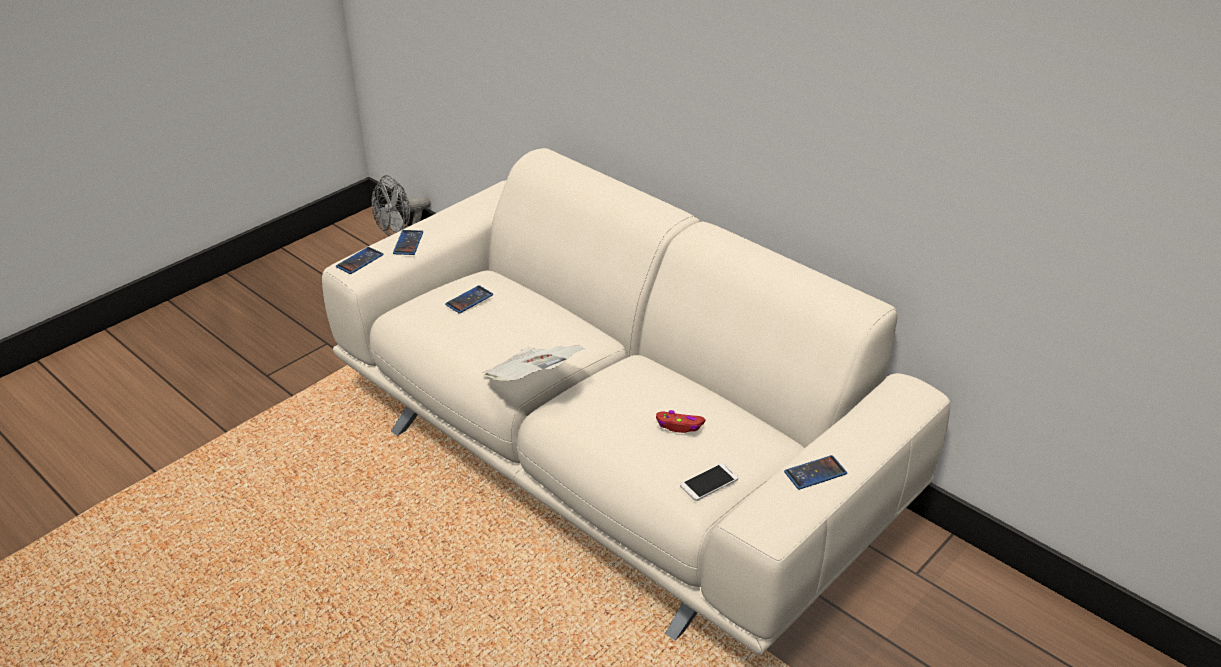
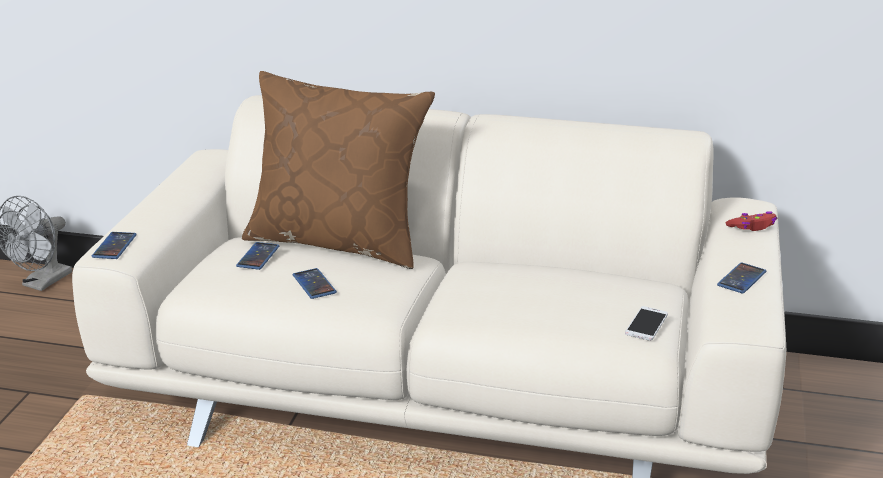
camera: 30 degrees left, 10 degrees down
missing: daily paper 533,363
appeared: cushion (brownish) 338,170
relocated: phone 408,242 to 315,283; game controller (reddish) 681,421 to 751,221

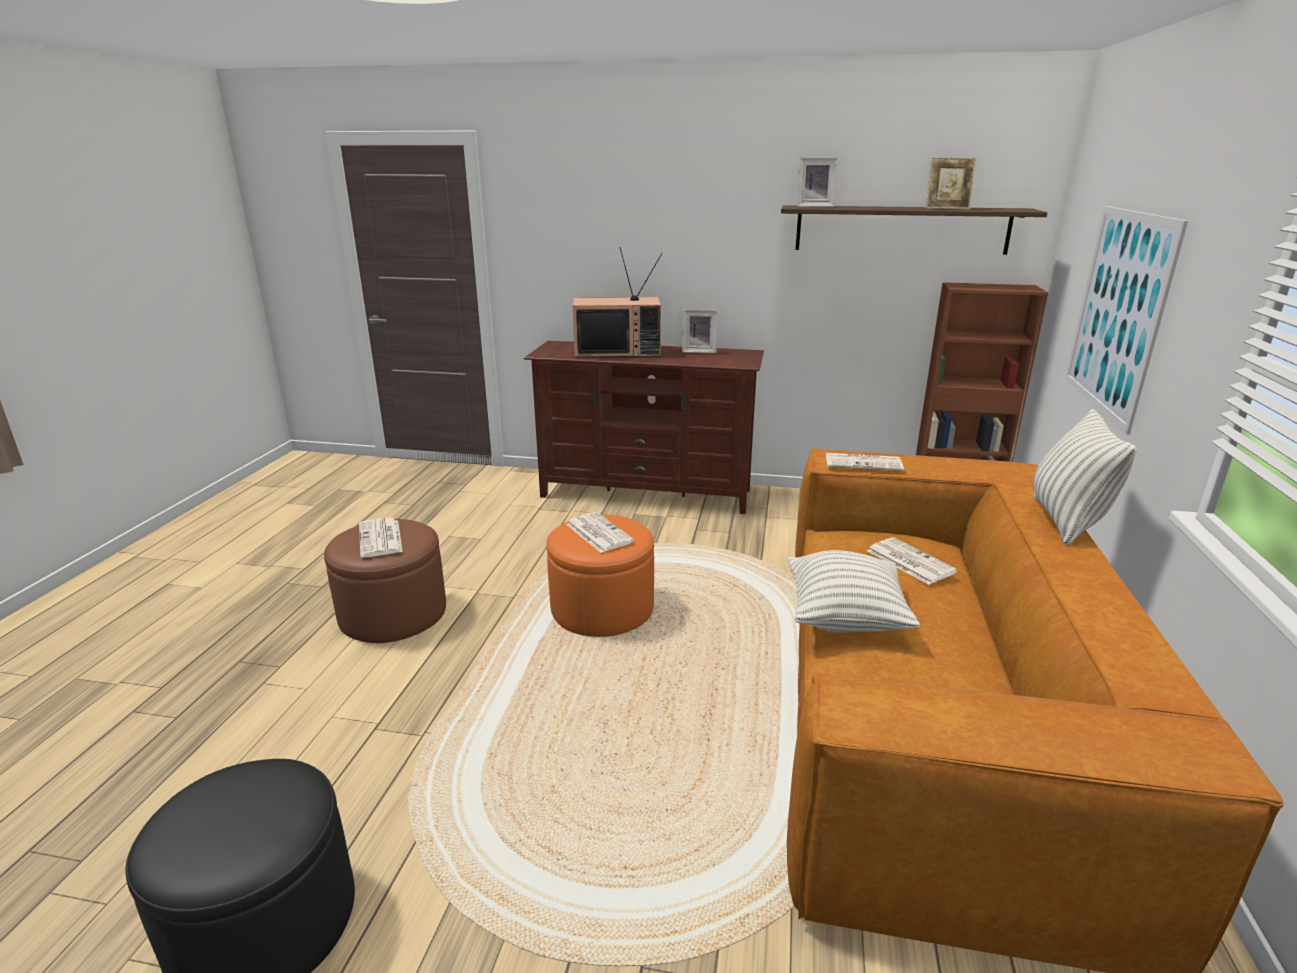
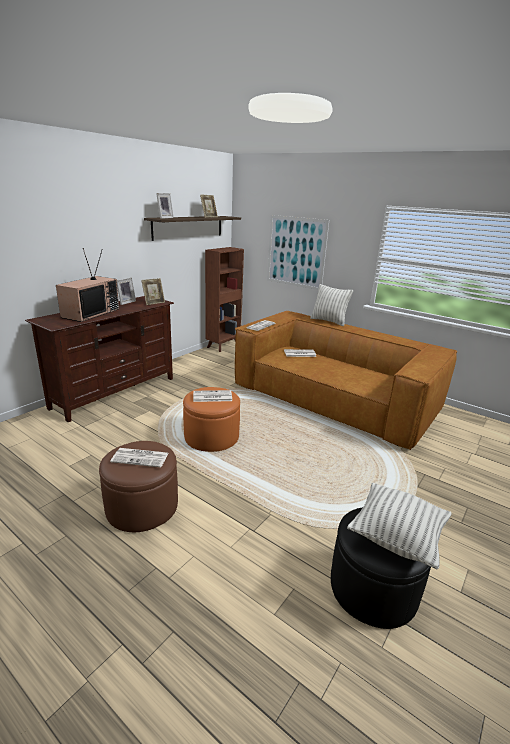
camera: 65 degrees left, 0 degrees up
appeared: photo frame 153,291
relocated: cushion 854,591 to 399,525

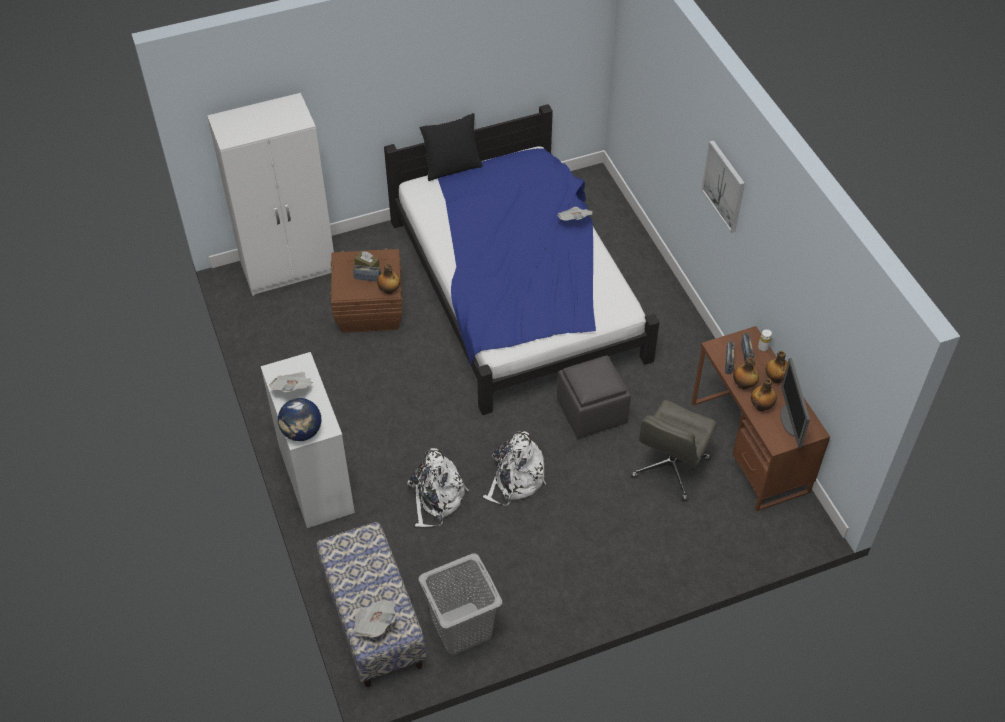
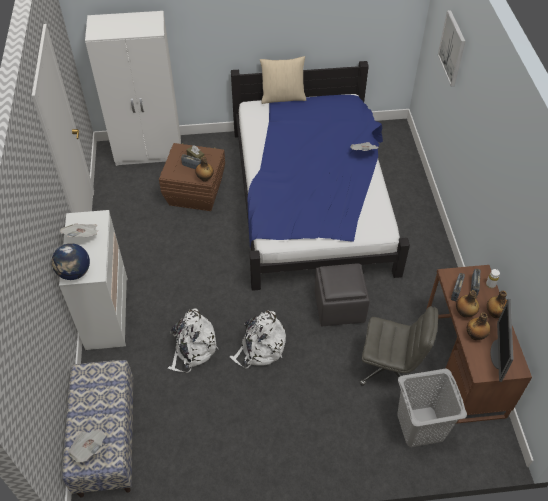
camera: 15 degrees right, 0 degrees up
relocated: washing basket (gray) 460,604 to 432,407; wall art 723,186 to 452,48
colour: cushion (black) 451,147 to cushion (beige) 283,80
spun: computer chair (gray) 674,450 = 399,346 120 degrees counterclockwise

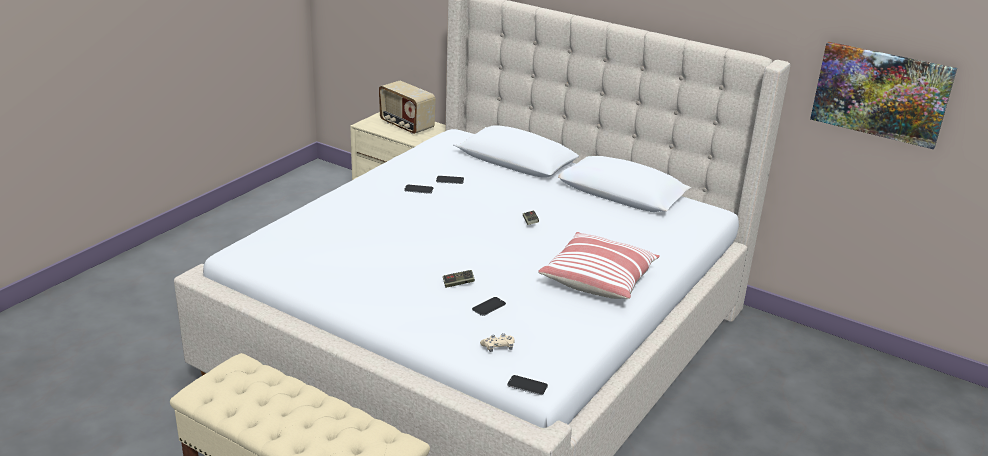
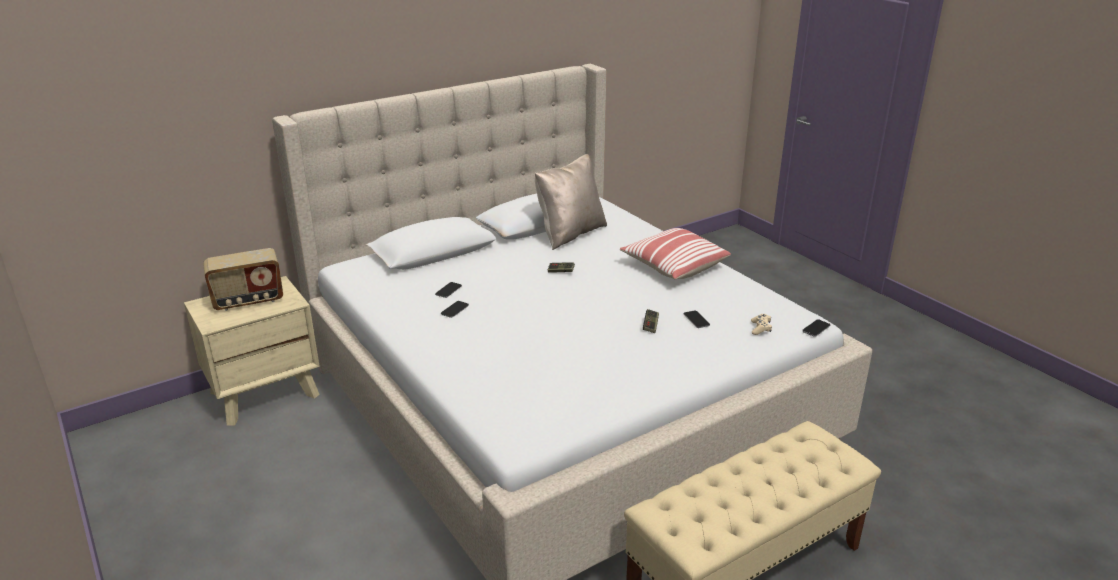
camera: 65 degrees left, 0 degrees up
missing: wall art 883,95
appeared: cushion (beige) 571,202

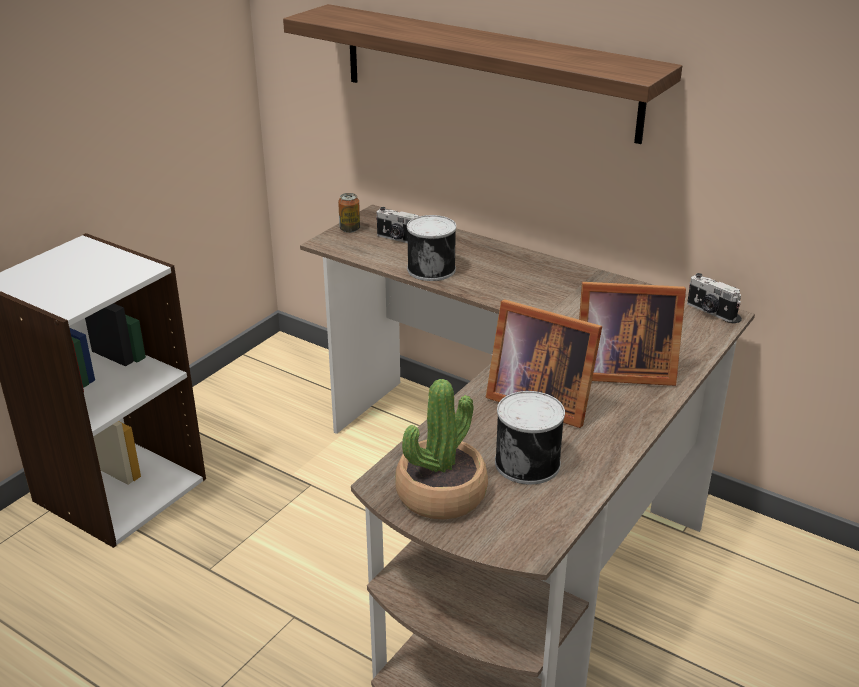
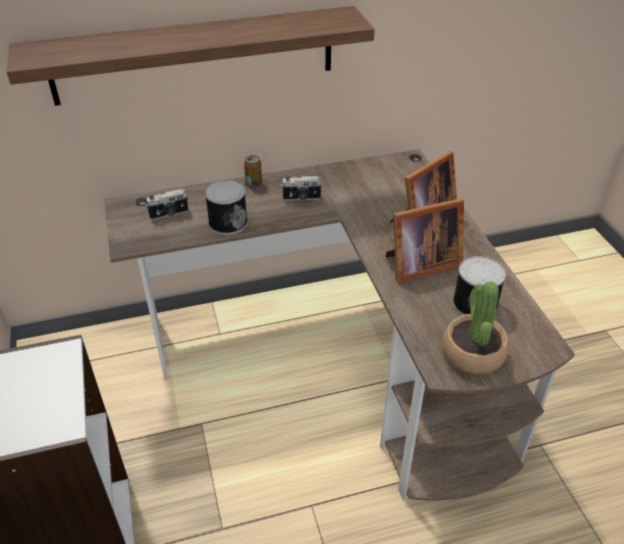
camera: 50 degrees left, 10 degrees up
relocated: sealed can 349,213 to 253,171; still camera 714,297 to 301,188

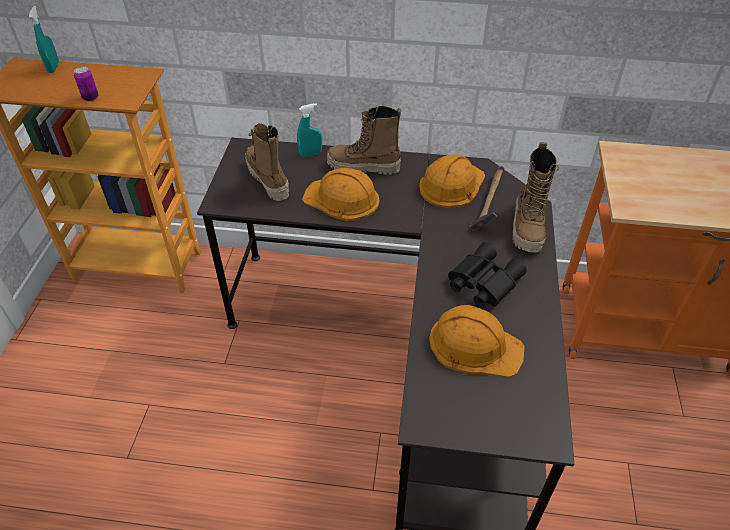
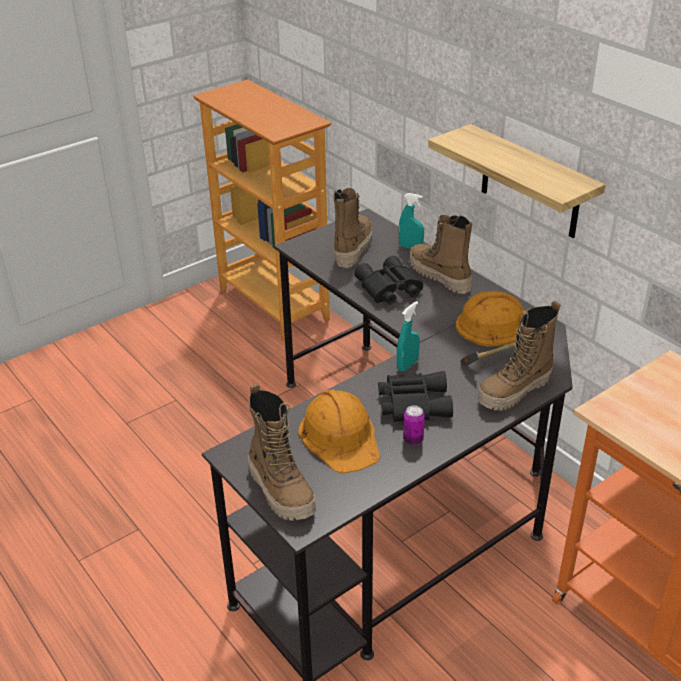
camera: 45 degrees right, 10 degrees down
appeared: tall boot 282,452; wall shelf 517,181
relocated: hand sprayer (turquoise) 44,39 to 408,336; sealed can 86,83 to 414,425
exchanged: safety helmet (orangey) 341,194 to pair of binoculars (black) 388,280

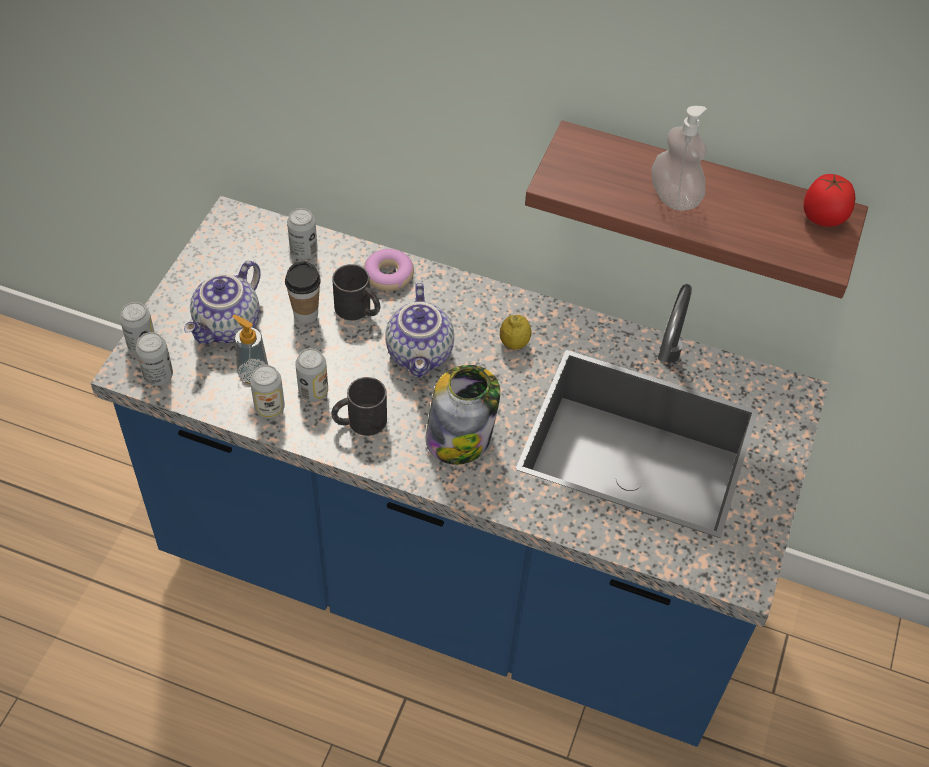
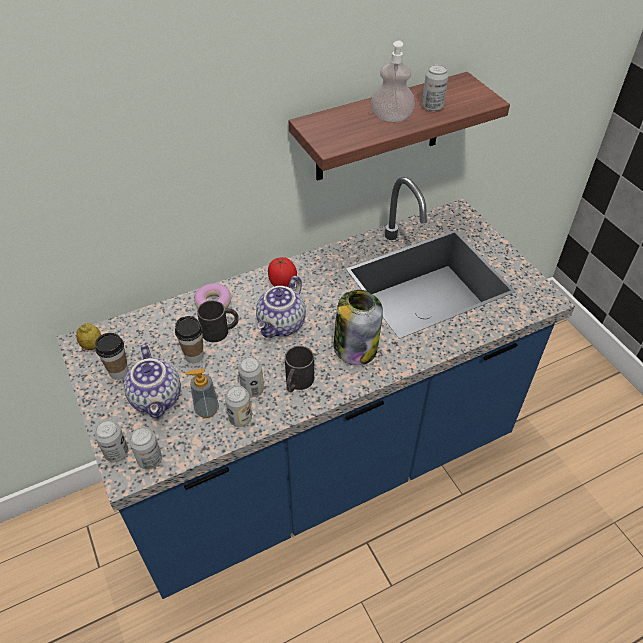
camera: 45 degrees left, 5 degrees down
appeared: drinking cup 112,356
relocated: sealed can 302,234 to 435,88; citrus fruit 516,332 to 88,336; fresh tomato 829,200 to 282,272
spun: teapot 420,330 = 281,307 75 degrees clockwise

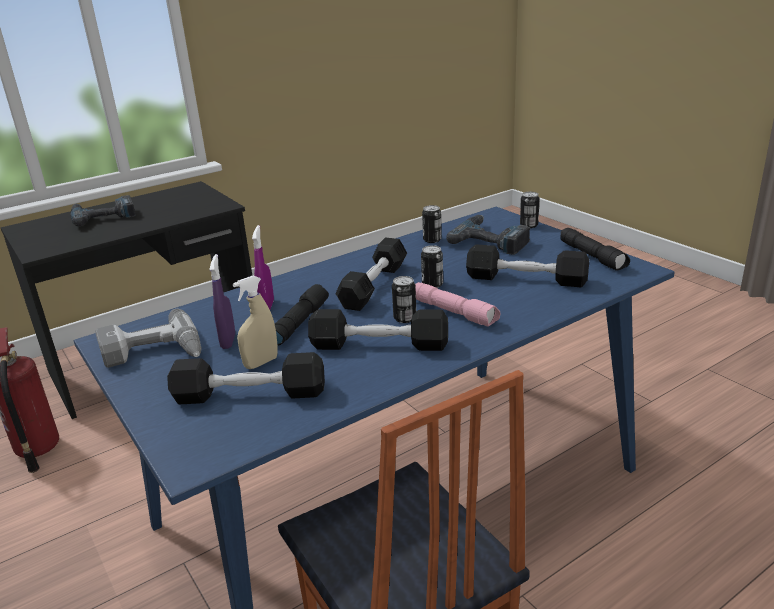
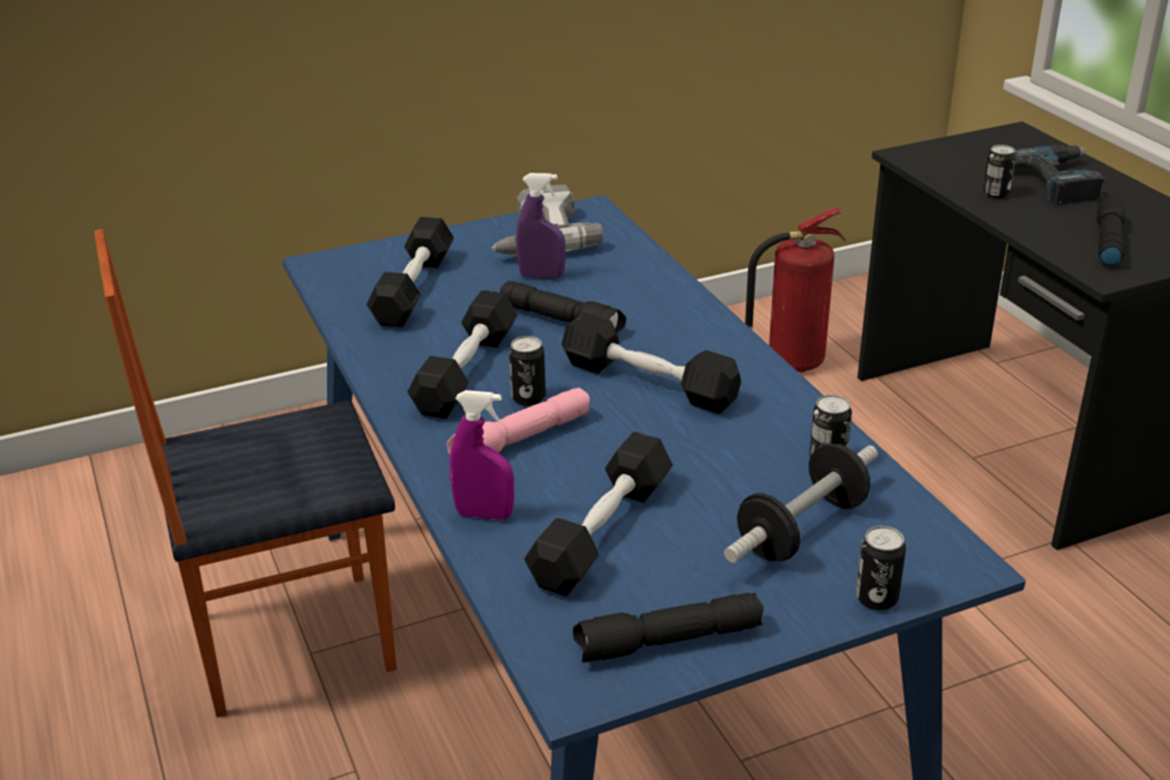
camera: 100 degrees right, 5 degrees up
missing: hand sprayer (beige) 255,322
appeared: flashlight (black) 1111,231
relocated: hand sprayer (purplish) 263,267 to 482,455; sealed can 432,266 to 999,171
exchanged: electric drill 488,235 to hand weight 801,503

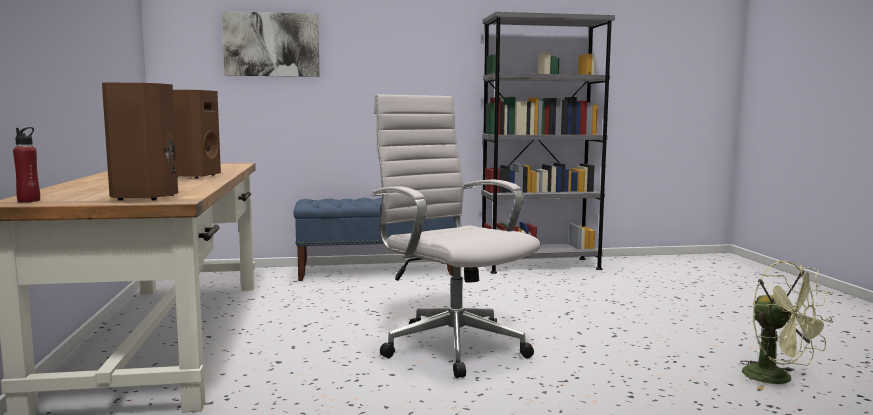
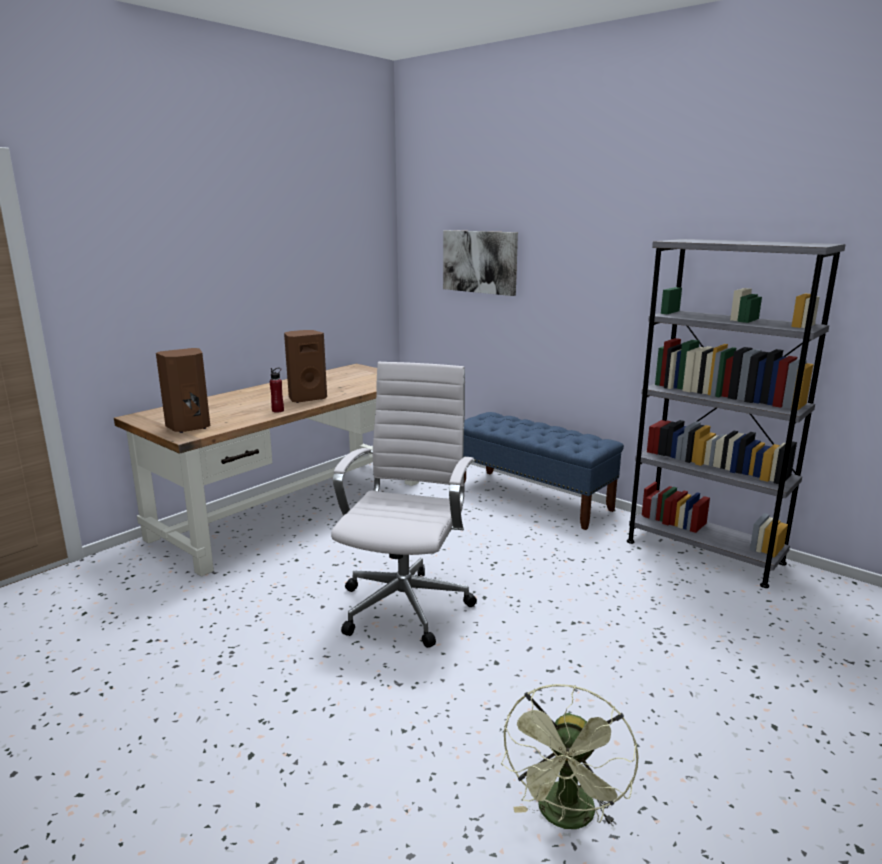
camera: 50 degrees right, 10 degrees up
relocated: beverage bottle (reddish) 26,164 to 277,390

